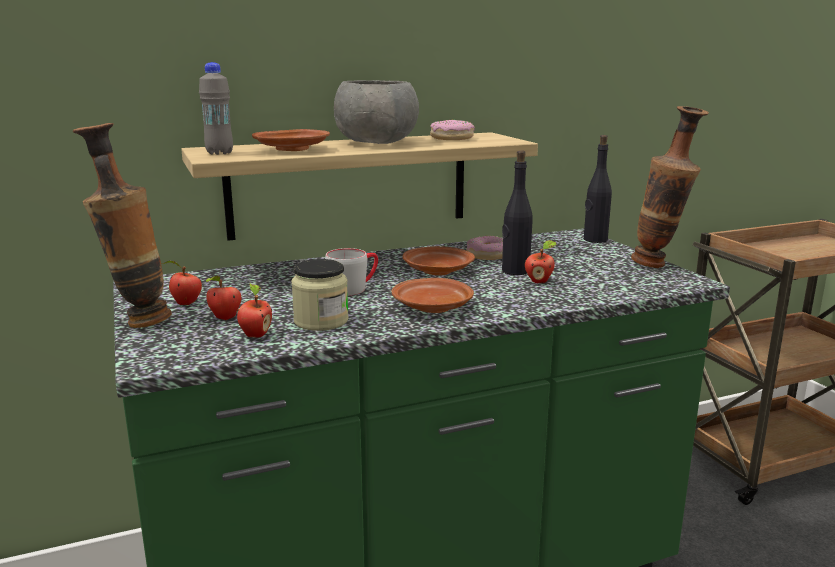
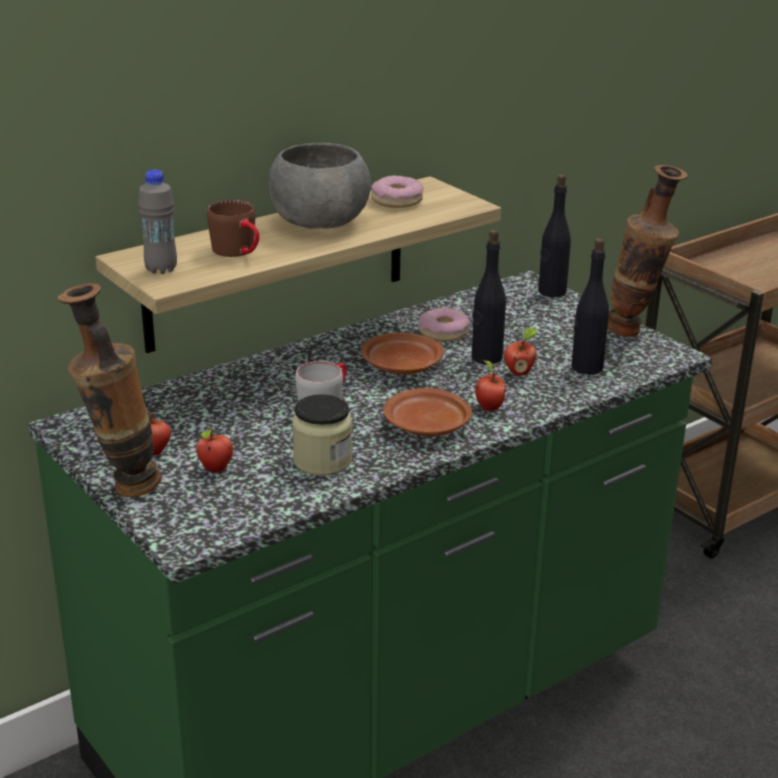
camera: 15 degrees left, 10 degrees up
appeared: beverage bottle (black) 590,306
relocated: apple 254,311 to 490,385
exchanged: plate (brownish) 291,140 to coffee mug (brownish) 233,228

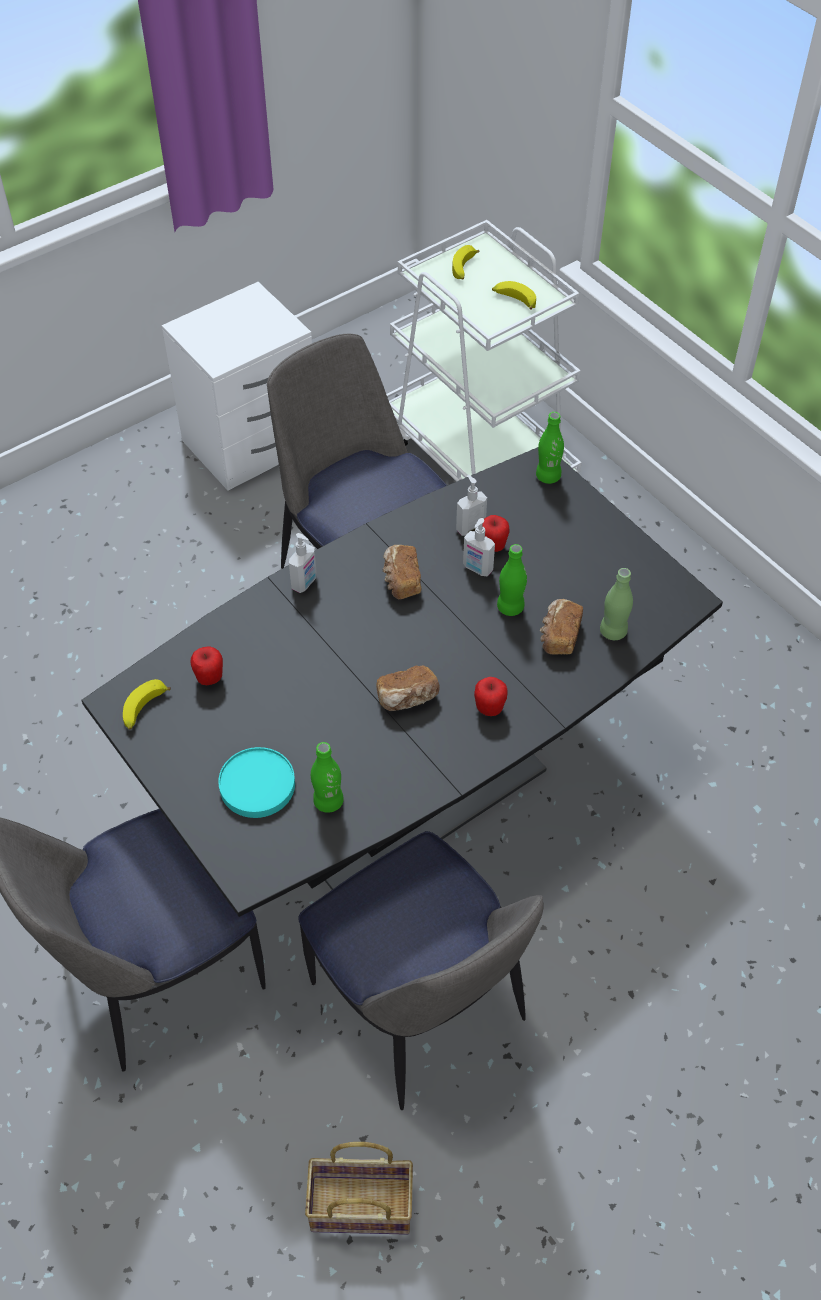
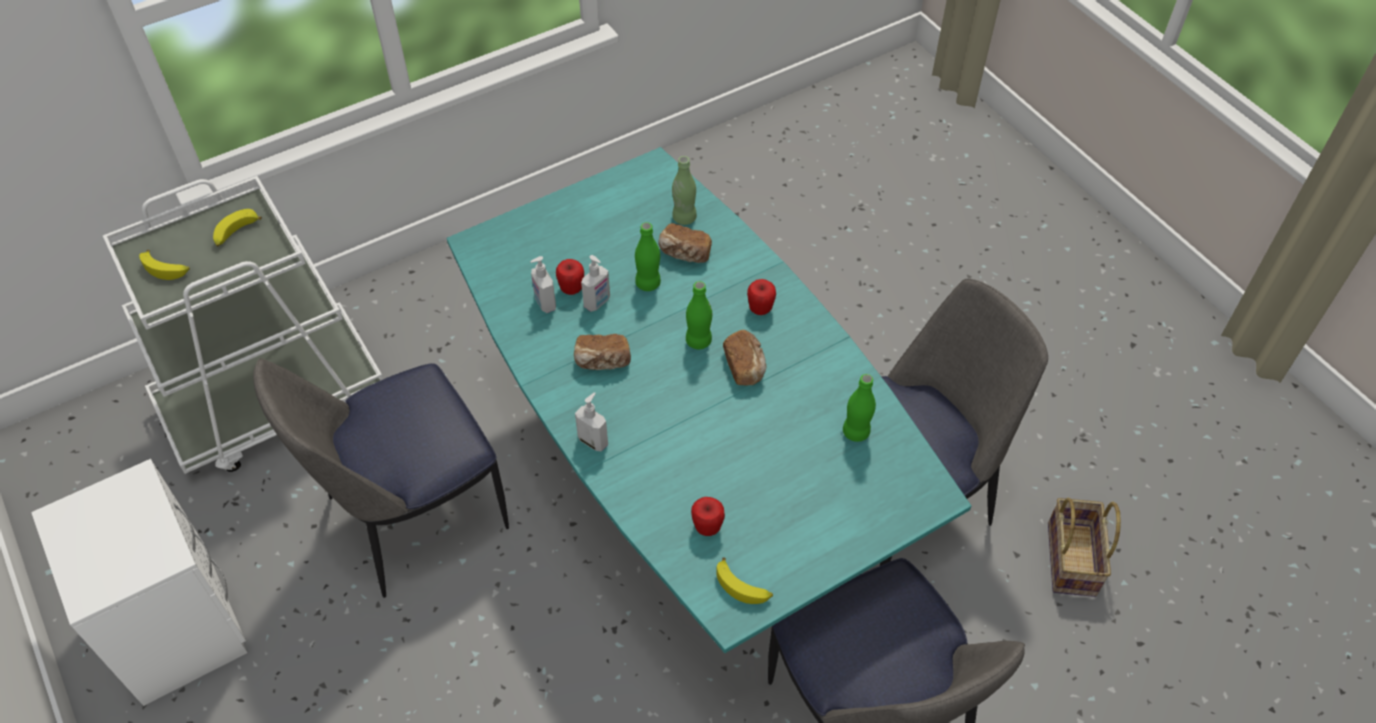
camera: 85 degrees left, 0 degrees up
missing: plate (turquoise) 256,782
relocated: beverage bottle (green) 550,448 to 699,315
colour: dinner table (black) 402,682 to dinner table (turquoise) 708,400

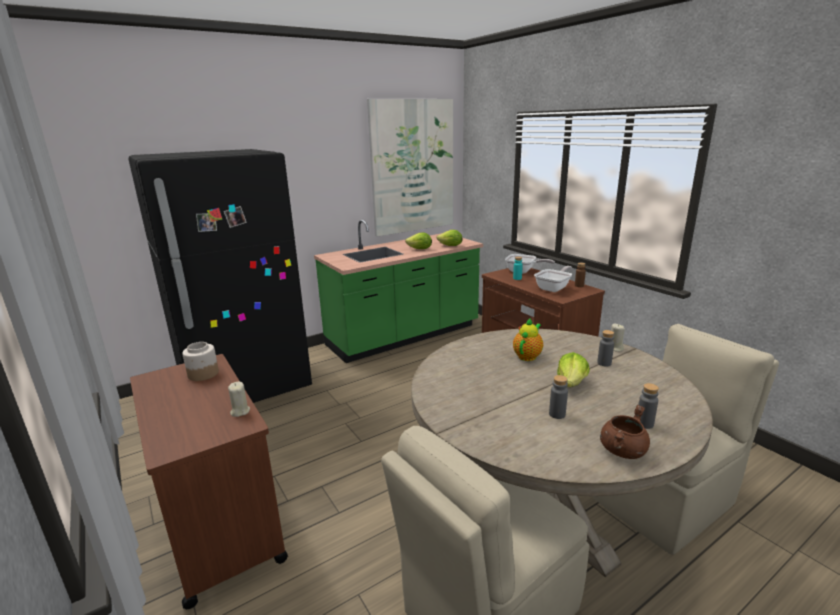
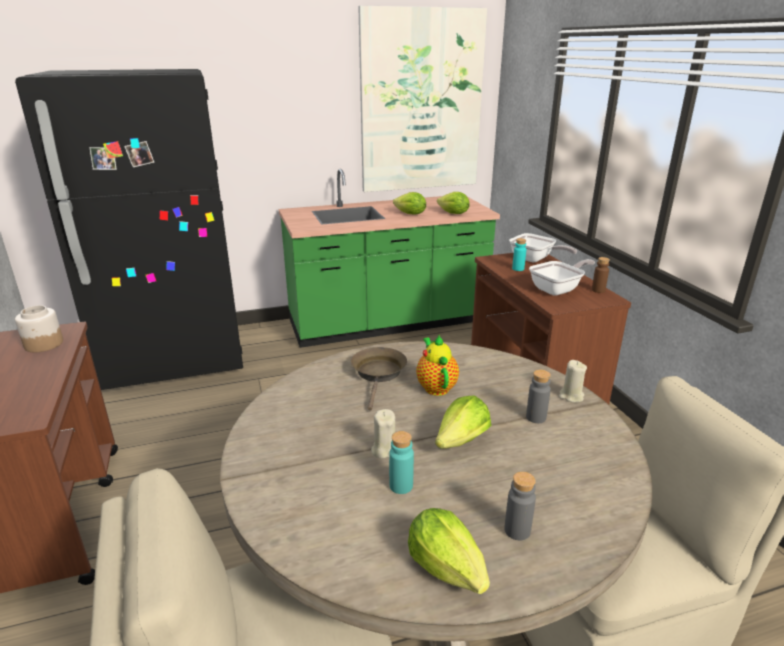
camera: 15 degrees right, 5 degrees up
appeared: pan (brownish) 379,379
relocated: wax light (beige) 239,399 to 383,434
exchanged: stockpot (brownish) 625,432 to head of lettuce 449,551
colour: beverage bottle (gray) 558,397 to beverage bottle (turquoise) 401,462
spun: teapot 528,340 = 437,365 60 degrees counterclockwise

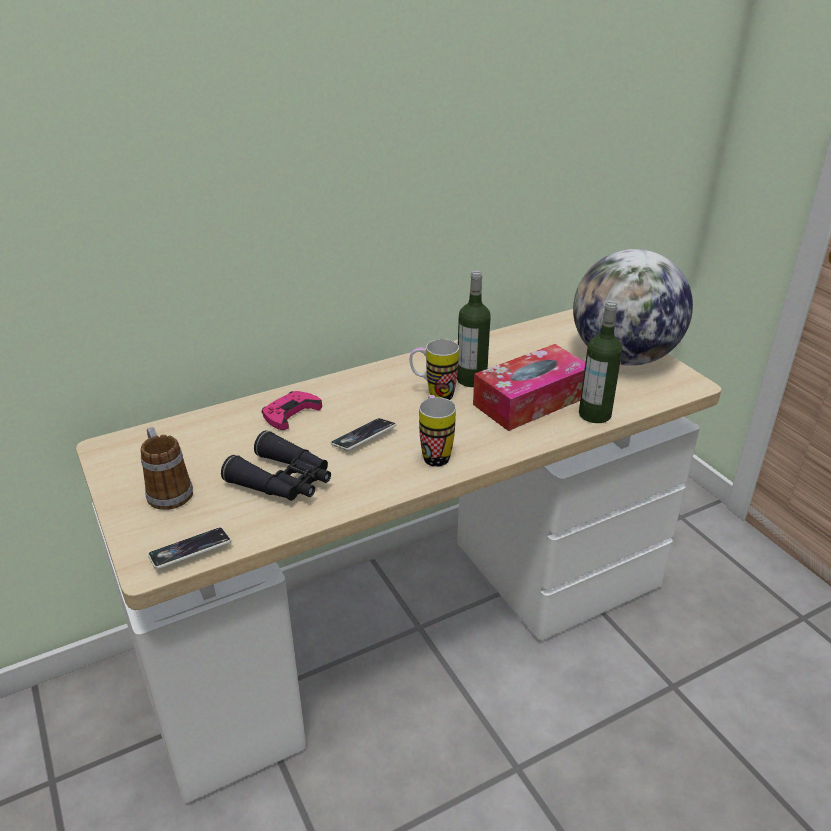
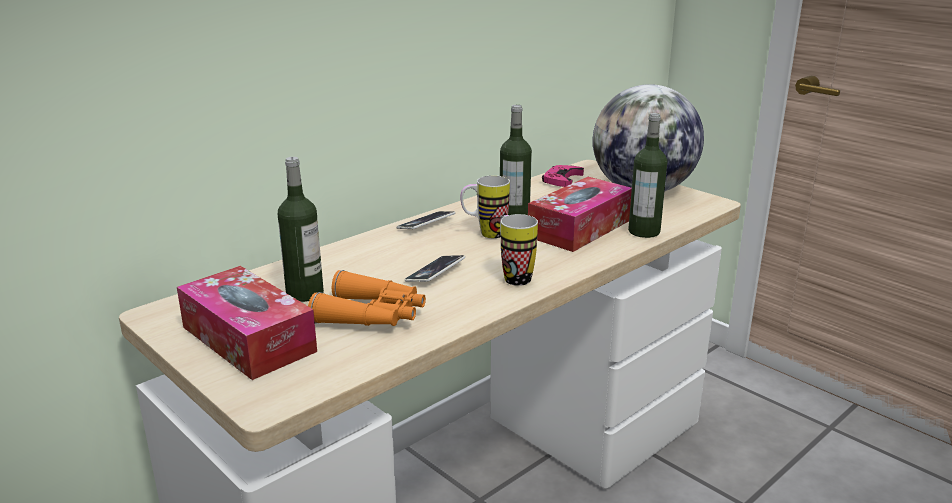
camera: 15 degrees left, 10 degrees down
appeared: beverage bottle 301,229
relocated: phone 189,548 to 425,220; game controller (pink-coloured) 292,410 to 563,176
exchanged: coffee mug 167,468 to tissue box 247,323
colour: pair of binoculars (black) 276,465 to pair of binoculars (orangey) 367,298

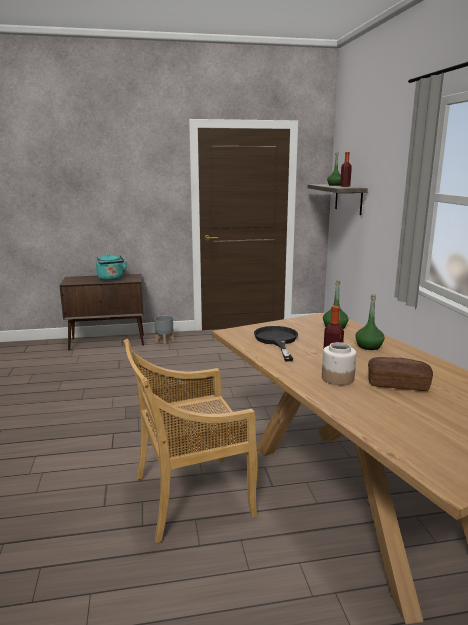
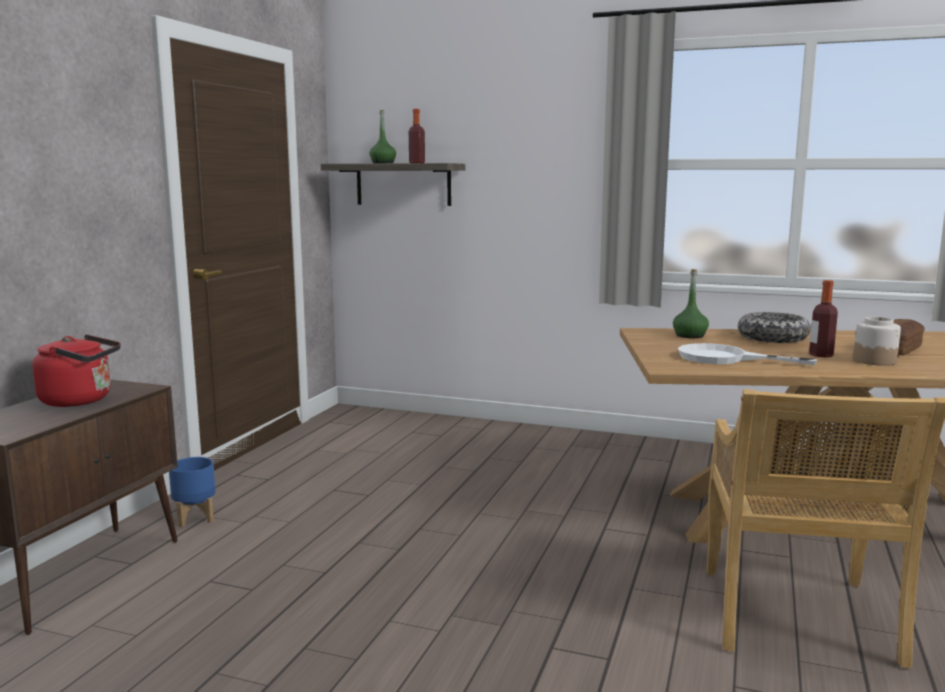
camera: 60 degrees left, 5 degrees down
exchanged: beverage bottle (green) 370,322 to serving bowl 774,327
colour: tea kettle (turquoise) 112,267 to tea kettle (reddish) 76,370; planter (gray) 164,330 to planter (bluish) 192,492; pan (black) 276,343 to pan (white) 747,354

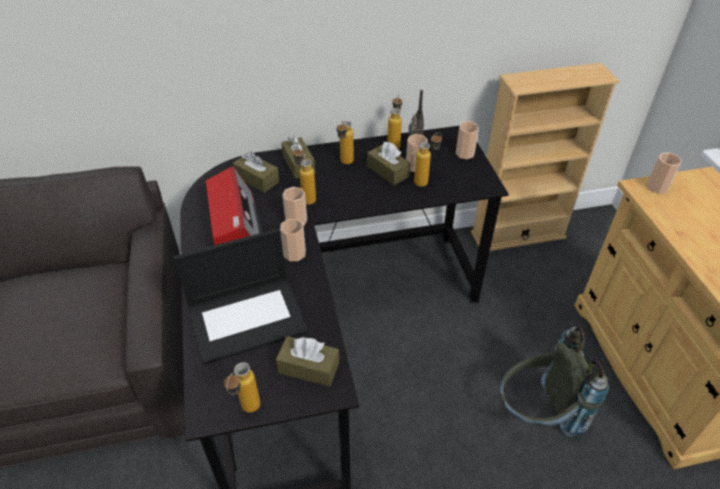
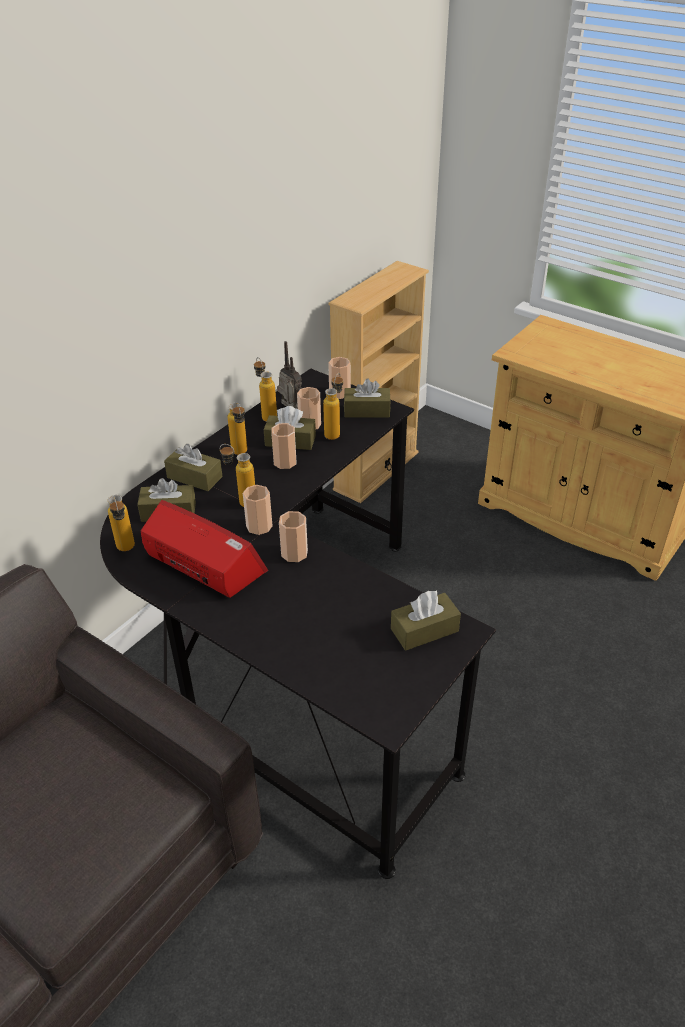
camera: 40 degrees left, 5 degrees down
missing: portable computer 240,297; knapsack (gray) 554,382
appeared: tissue box (brownish) 367,398
relocated: beverage bottle 242,387 to 121,523; drinking cup 664,173 to 283,446

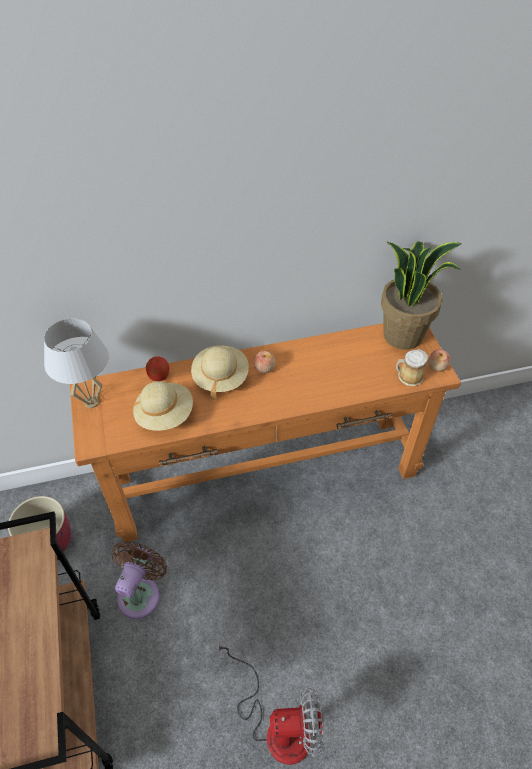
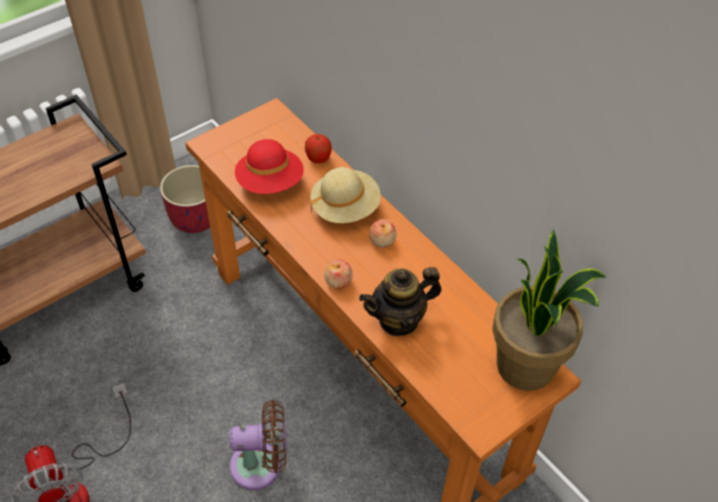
camera: 65 degrees right, 0 degrees up
missing: table lamp (white) 76,363; coffee mug 412,367
appeared: teapot 400,301
relocated: cooling fan (brownish) 139,580 to 257,445; apple 439,360 to 338,274
colour: clothing hat (beige) 163,406 to clothing hat (reddish) 269,166

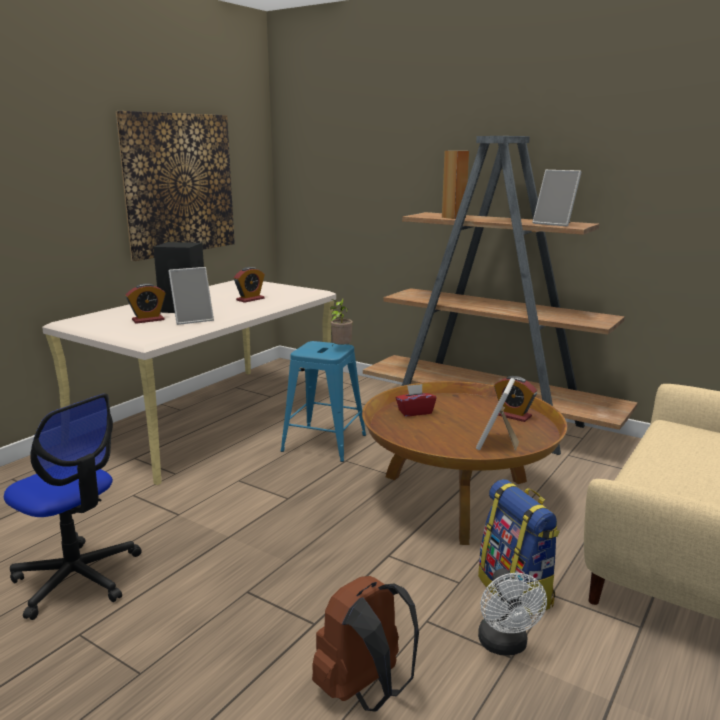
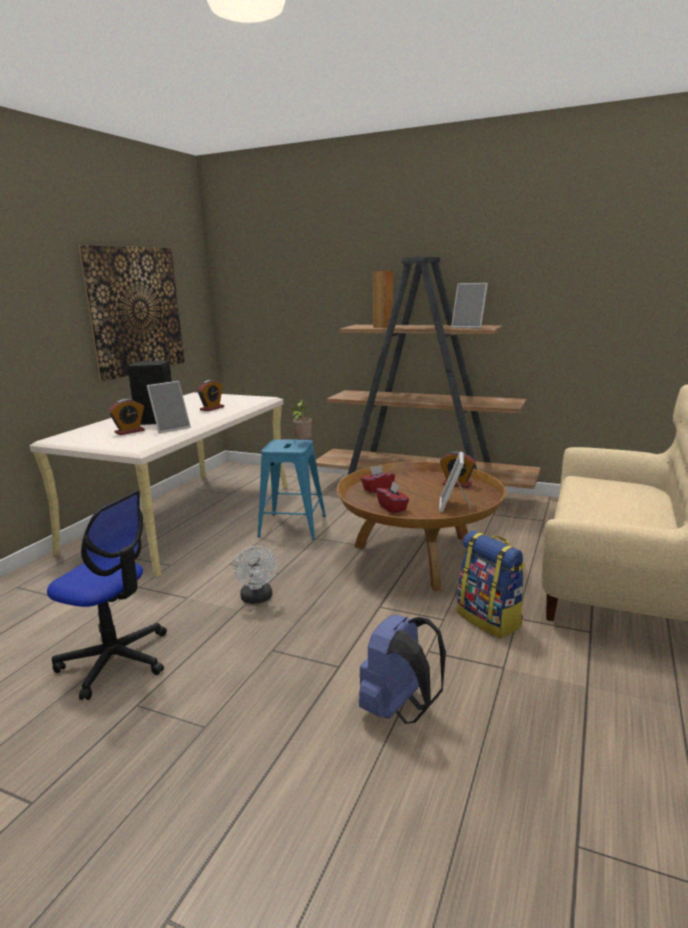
camera: 10 degrees left, 0 degrees up
appeared: tissue box (reddish) 392,497
relocated: cooling fan (white) 512,611 to 255,575
colour: knapsack (brownish) 365,644 to knapsack (bluish) 402,669

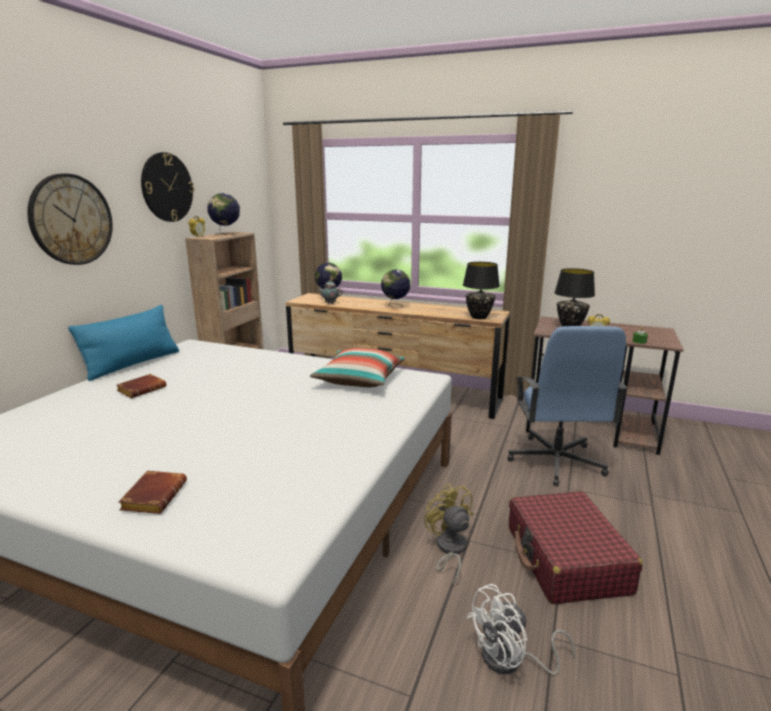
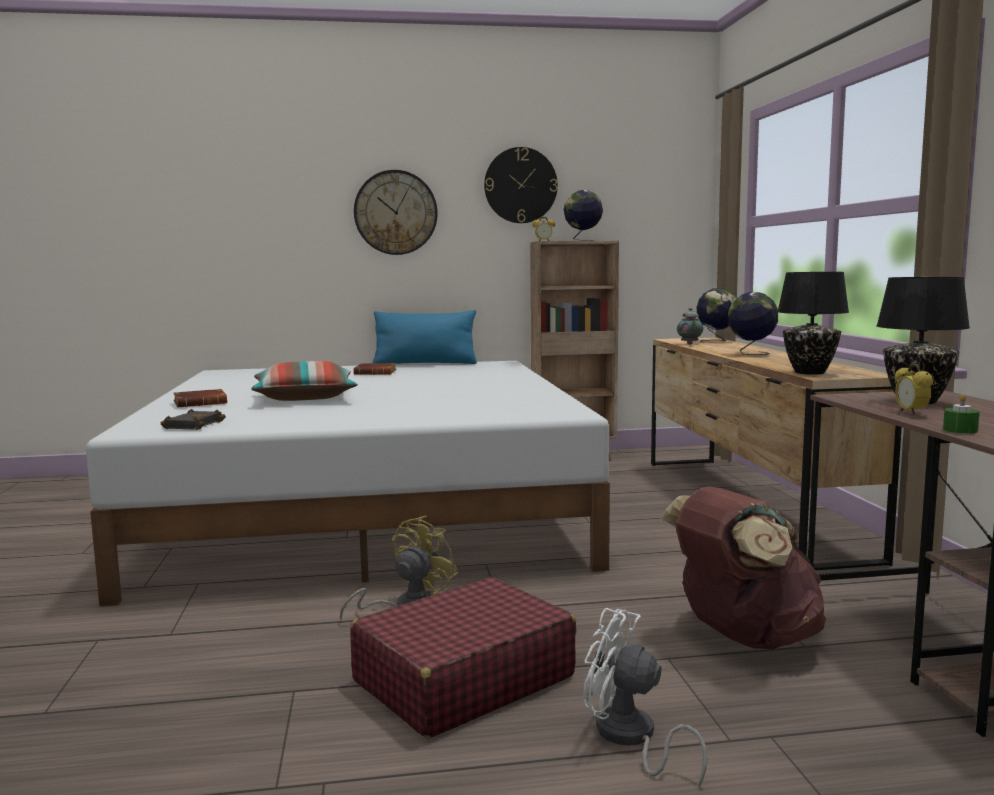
camera: 60 degrees right, 10 degrees down
appeared: bound book (black) 193,419
relocated: cushion 357,367 to 304,381; cooling fan (white) 520,629 to 645,697
exchanged: computer chair (bluish) 567,406 to knapsack (brownish) 743,567

